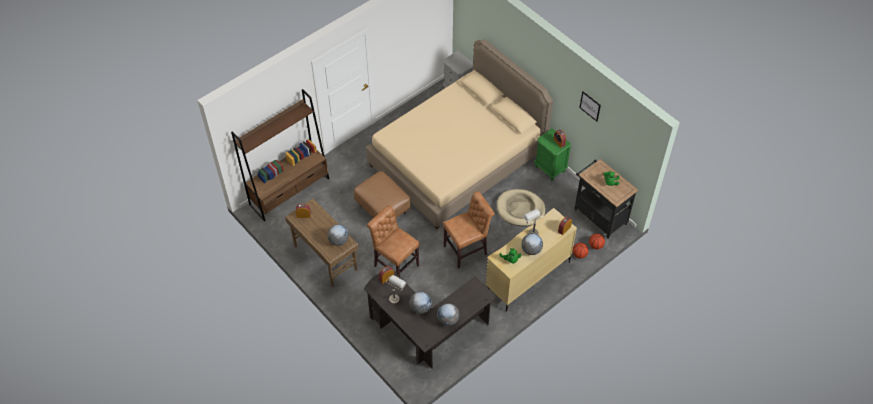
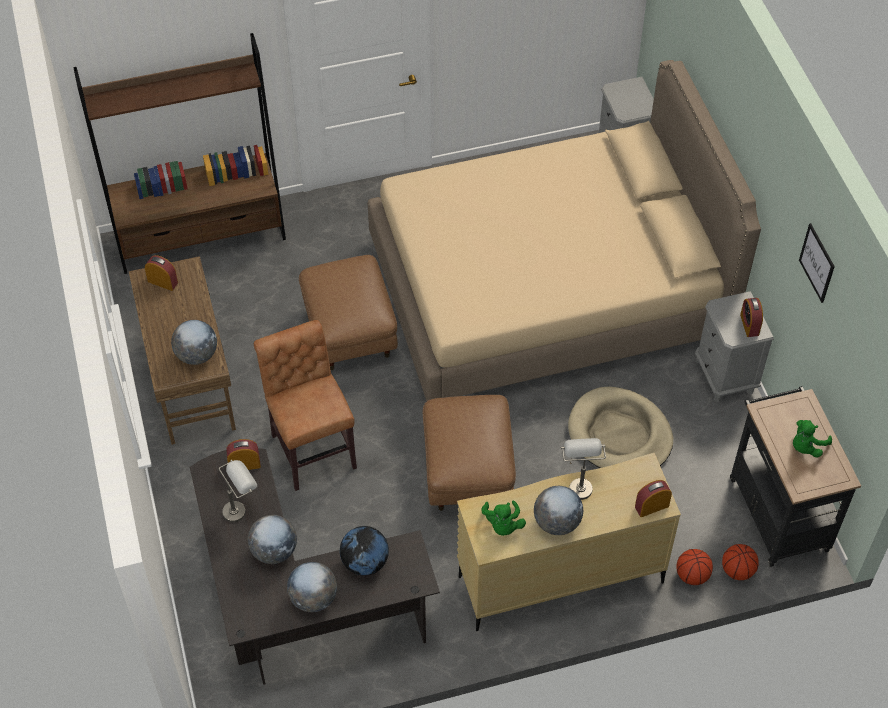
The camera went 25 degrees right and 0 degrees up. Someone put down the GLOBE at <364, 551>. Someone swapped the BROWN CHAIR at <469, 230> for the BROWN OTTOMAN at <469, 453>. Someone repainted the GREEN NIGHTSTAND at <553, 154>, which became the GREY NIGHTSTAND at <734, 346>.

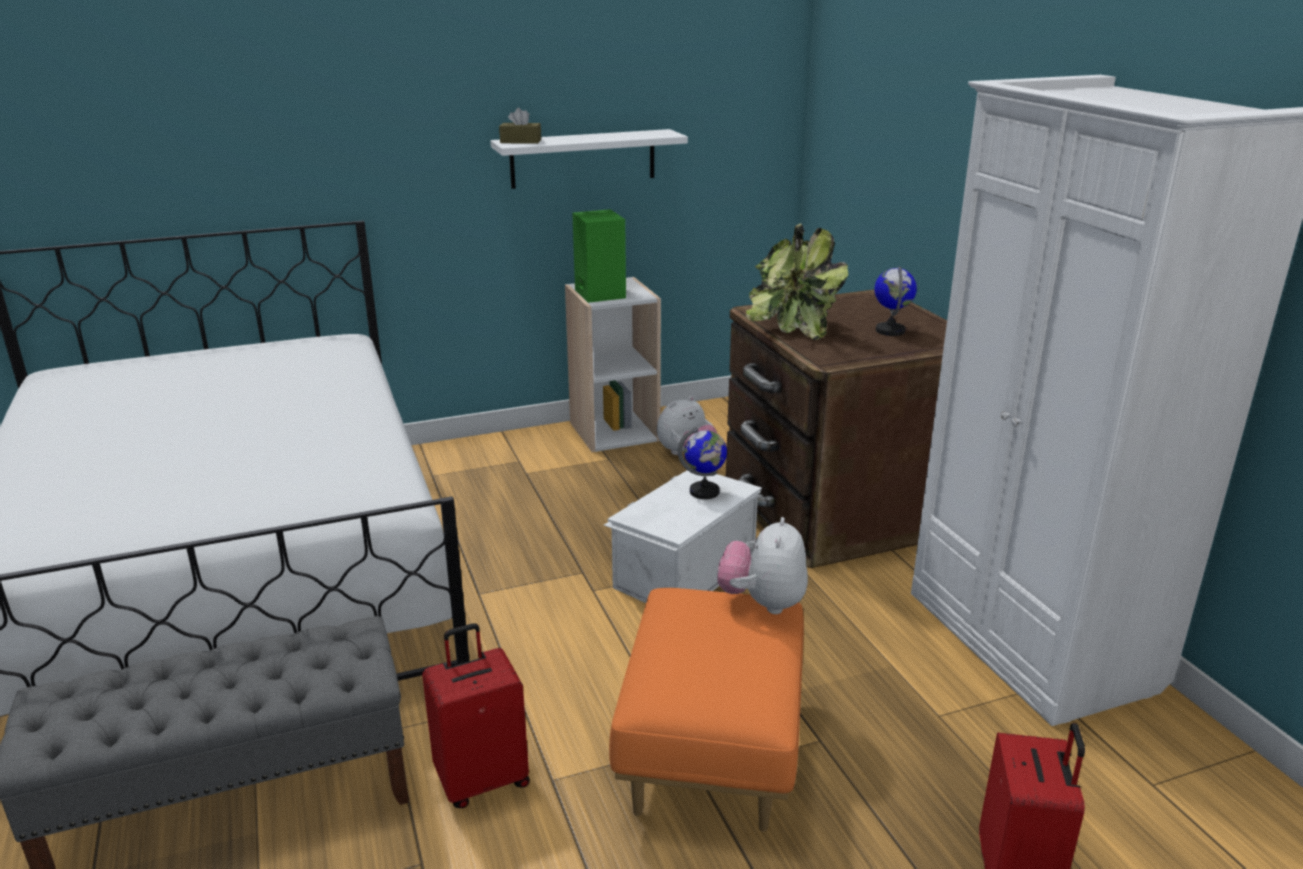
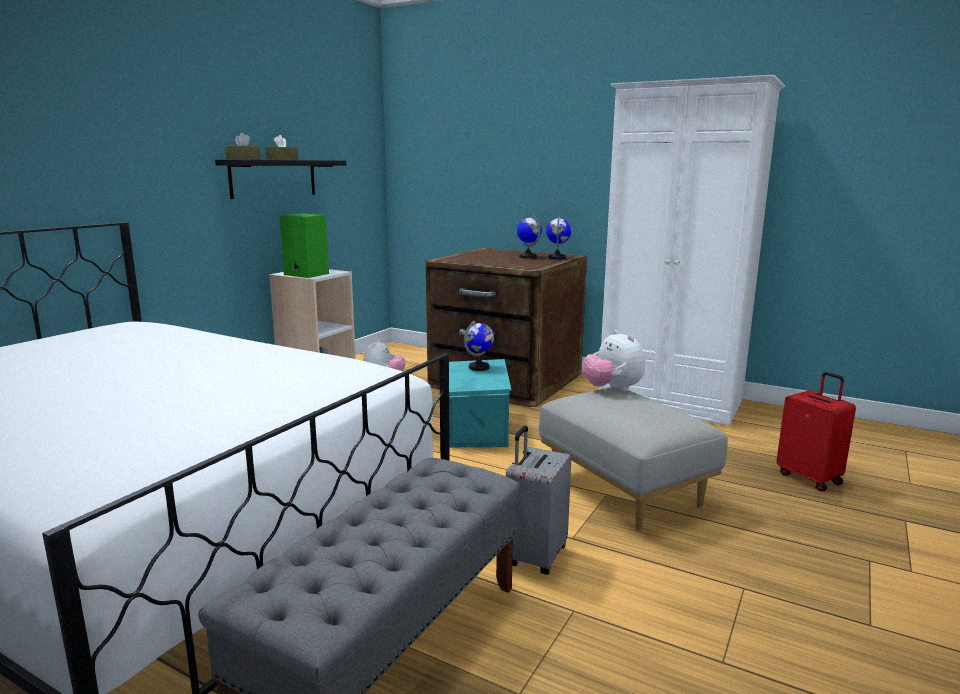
The camera went 40 degrees left and 10 degrees down. Someone repainted the WHITE SHELF at <589, 159>, which became the BLACK SHELF at <280, 179>. Someone put down the BROWN TISSUE BOX at <281, 147>. Someone repainted the WHITE STORAGE BOX at <683, 536>, which became the TURQUOISE STORAGE BOX at <480, 403>. Someone repainted the RED SUITCASE at <476, 715>, which became the GREY SUITCASE at <539, 500>. Someone repainted the ORANGE OTTOMAN at <706, 710>, which became the GREY OTTOMAN at <633, 459>. Someone put down the GLOBE at <558, 237>. Someone took away the POTTED PLANT at <797, 281>.

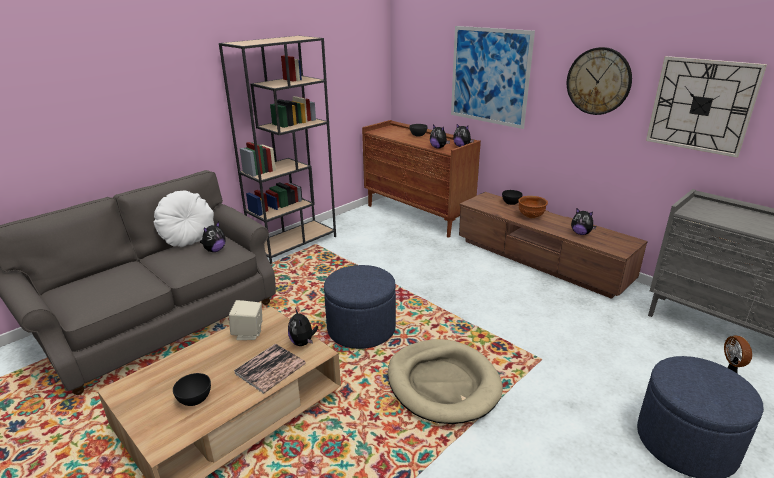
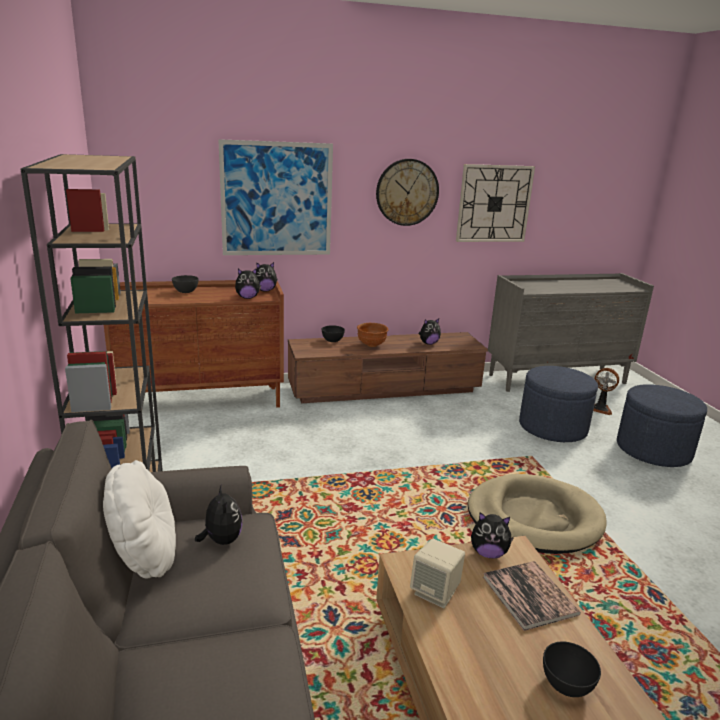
The camera went 60 degrees left and 5 degrees down. Someone carried the BLUE OTTOMAN from <360, 307> to <558, 404>.

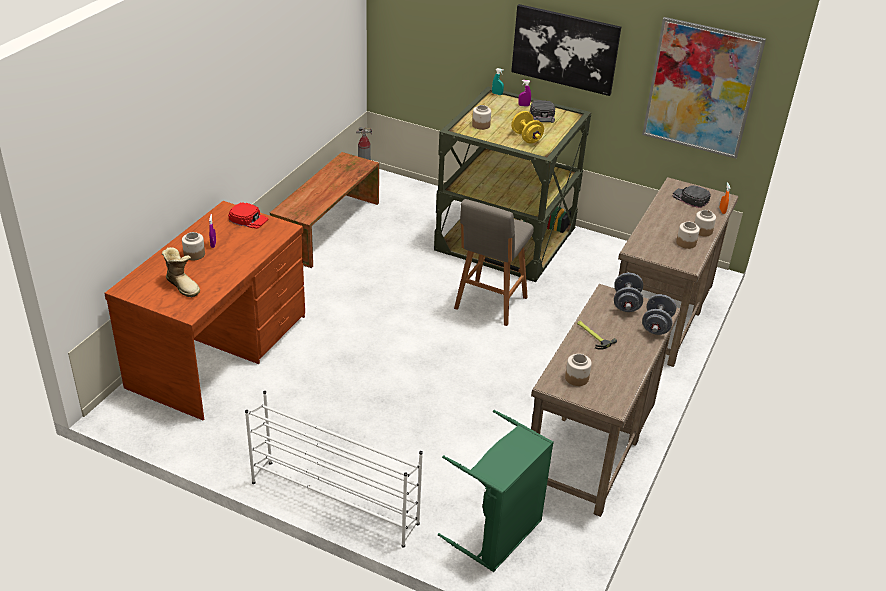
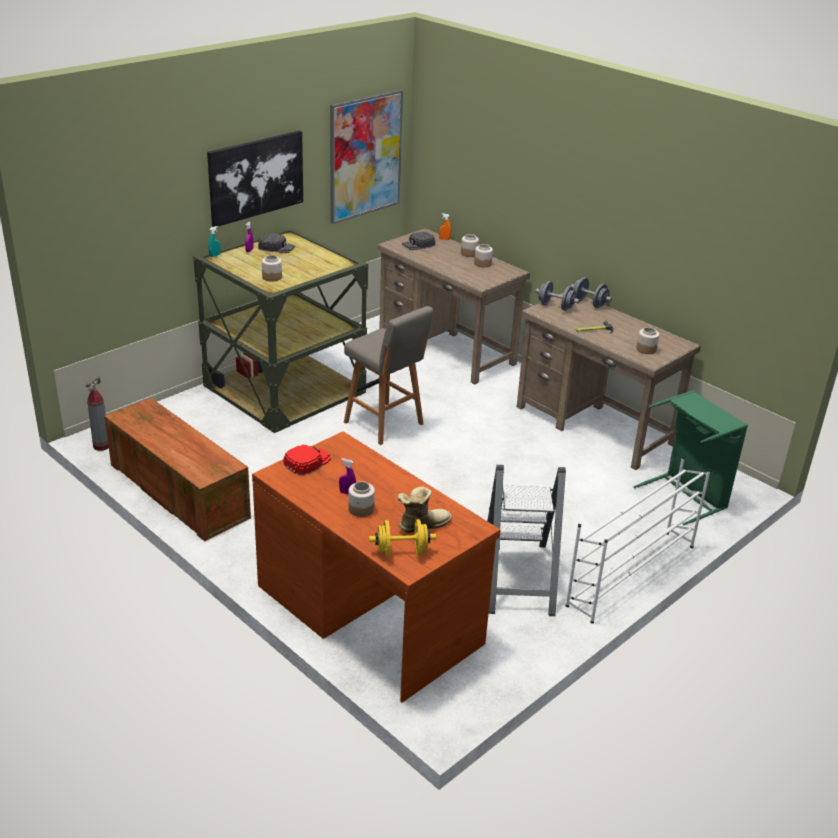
The camera went 70 degrees left and 5 degrees down. Someone carried the YELLOW DUMBBELL from <527, 127> to <402, 538>. Someone put down the GREY STEP LADDER at <526, 540>.

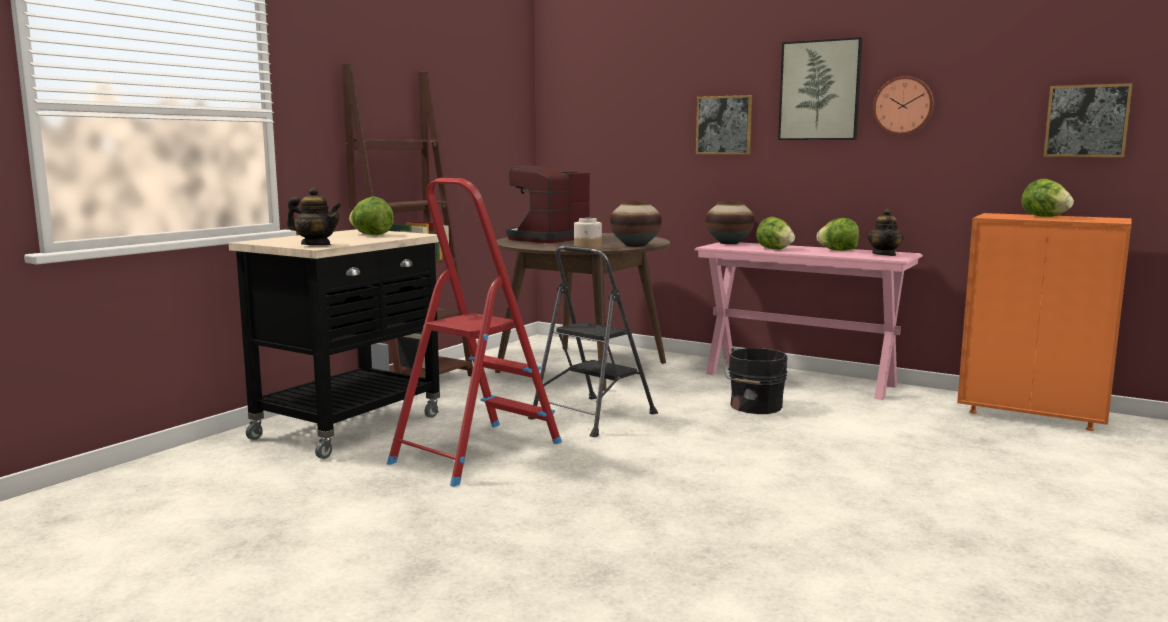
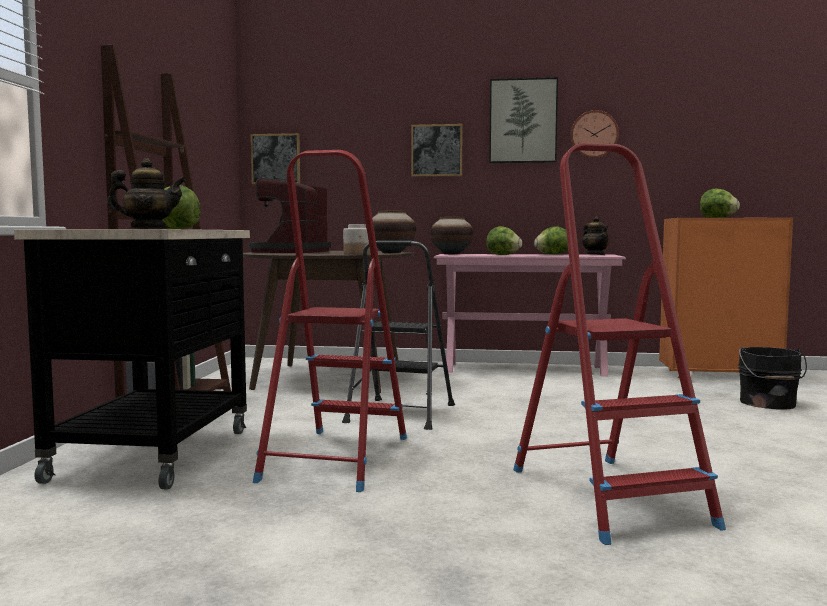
The camera went 25 degrees left and 5 degrees down. Someone carried the PICTURE from <1087, 120> to <275, 158>. Someone put down the RED STEP LADDER at <619, 344>. Someone carried the BLACK BUCKET from <756, 380> to <772, 378>.

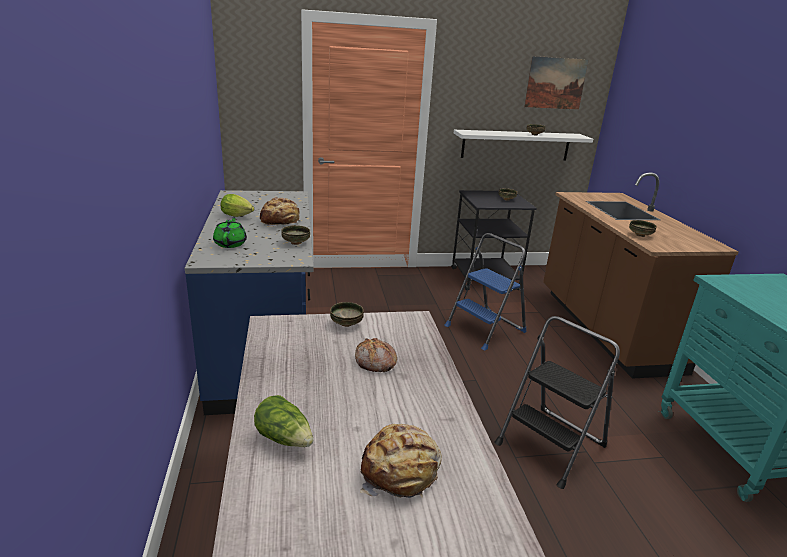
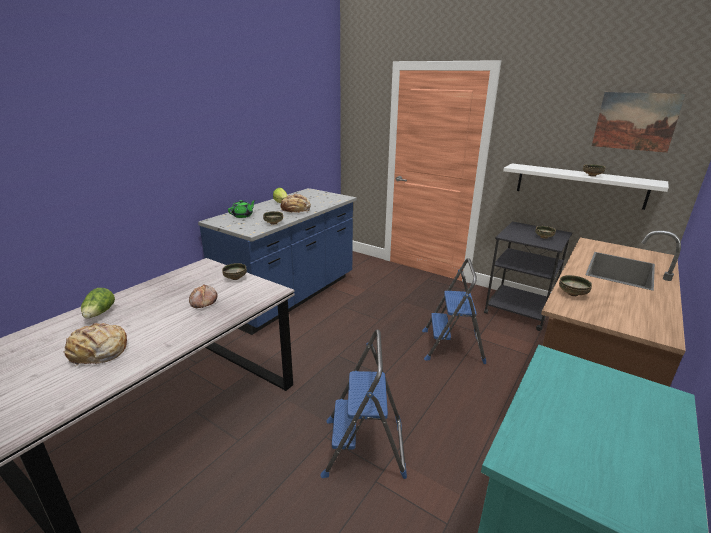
The camera went 45 degrees right and 0 degrees up. Someone repainted the BLACK STEP LADDER at <557, 402>, which became the BLUE STEP LADDER at <364, 404>.

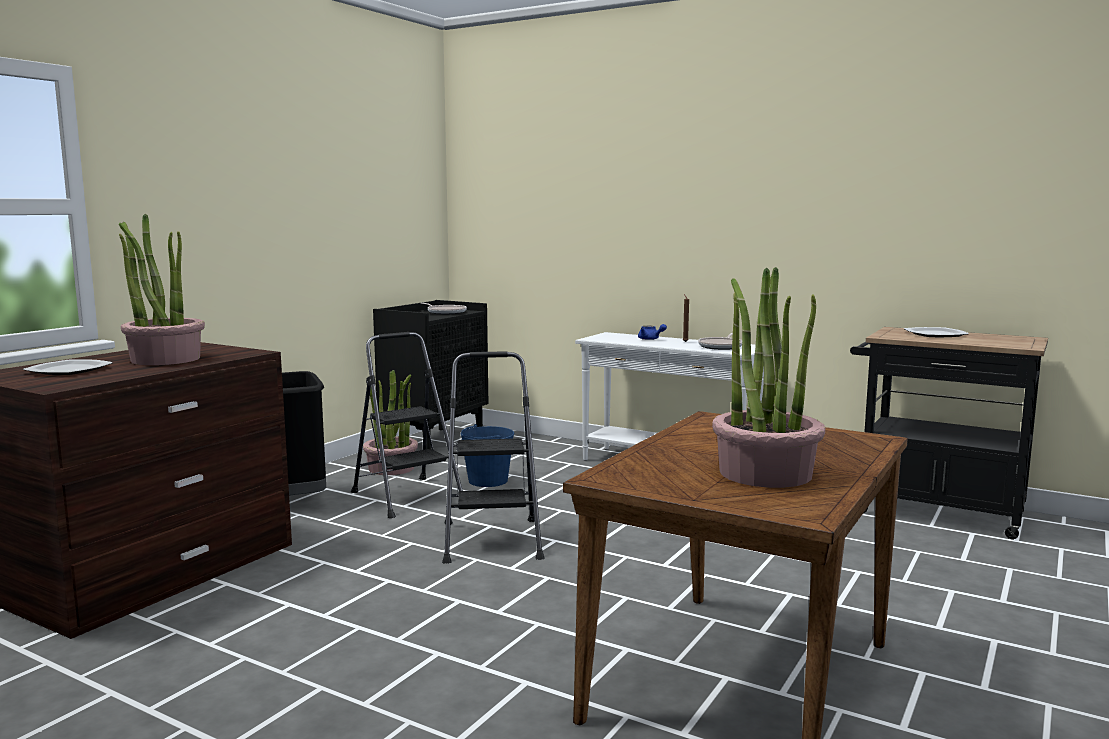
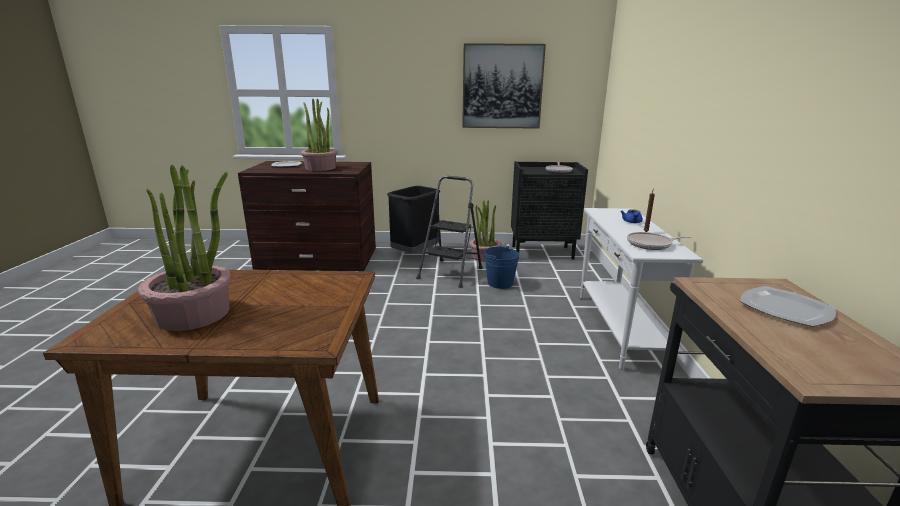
The camera went 60 degrees right and 10 degrees up. Someone put up the PICTURE at <504, 86>. Someone took away the BLACK STEP LADDER at <493, 457>.

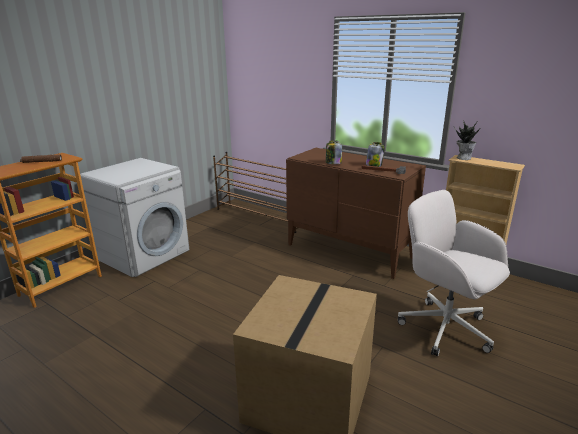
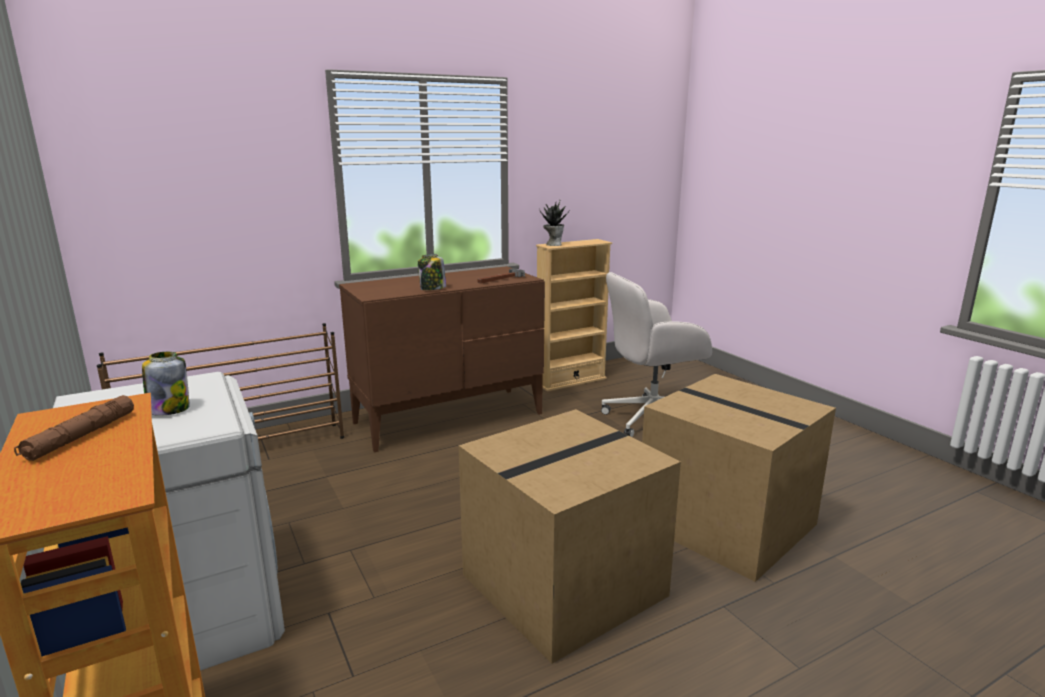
The camera went 65 degrees left and 5 degrees down. Someone carried the JAR from <375, 154> to <166, 384>. Someone put down the CARDBOARD BOX at <570, 536>.

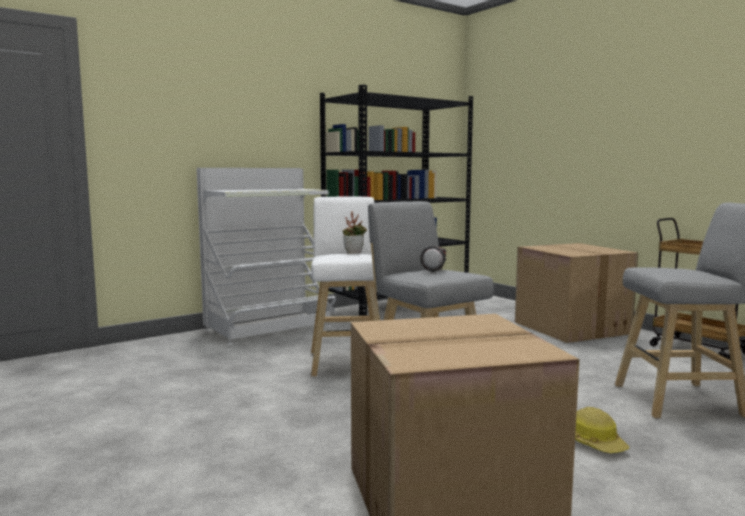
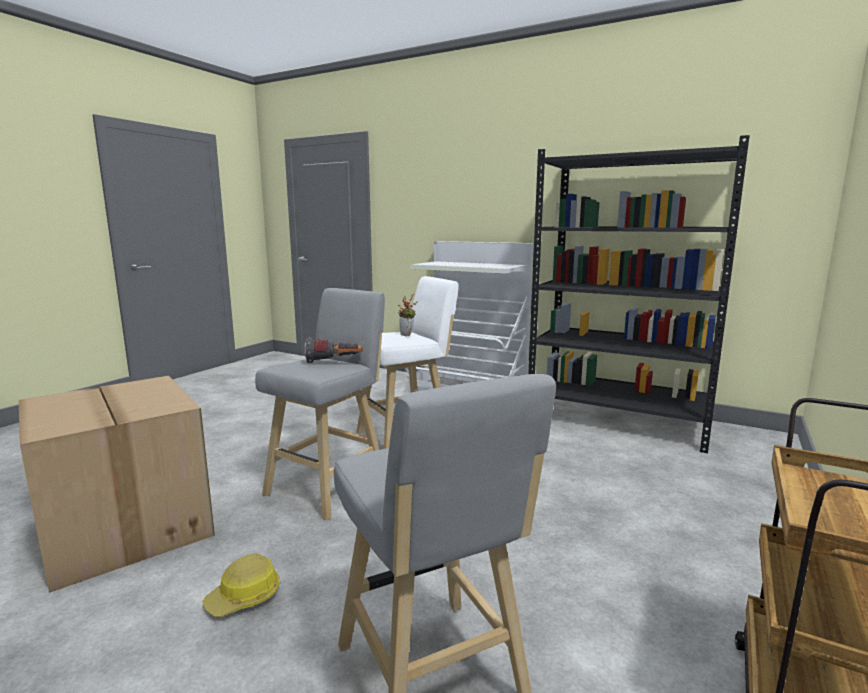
The camera went 65 degrees right and 5 degrees up. Someone took away the CARDBOARD BOX at <576, 293>.

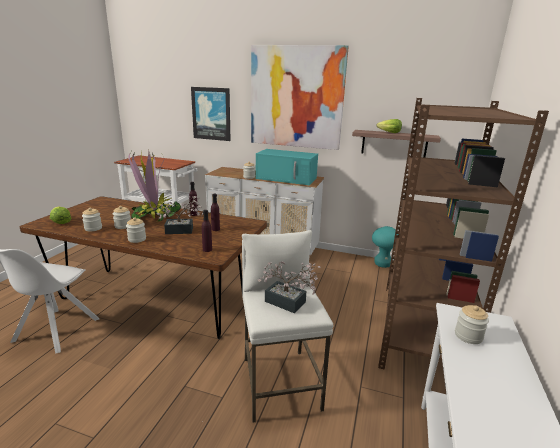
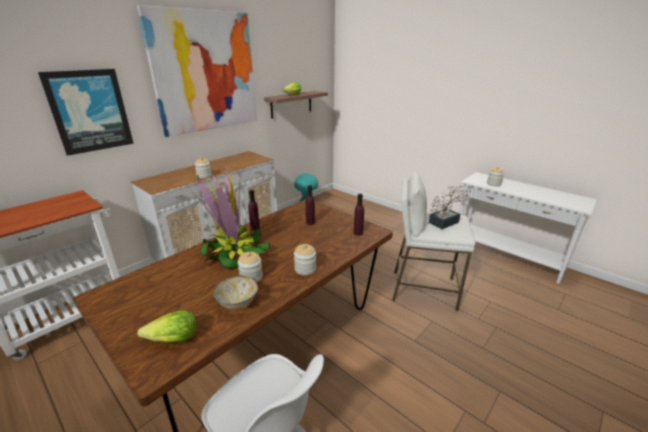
The camera went 65 degrees left and 5 degrees up. Someone swapped the JAR at <92, 219> for the BOWL at <235, 293>. Someone took away the POTTED PLANT at <180, 215>. Someone took away the TURQUOISE MICROWAVE at <287, 167>. Someone took away the BROWN BOOKCASE at <463, 234>.

